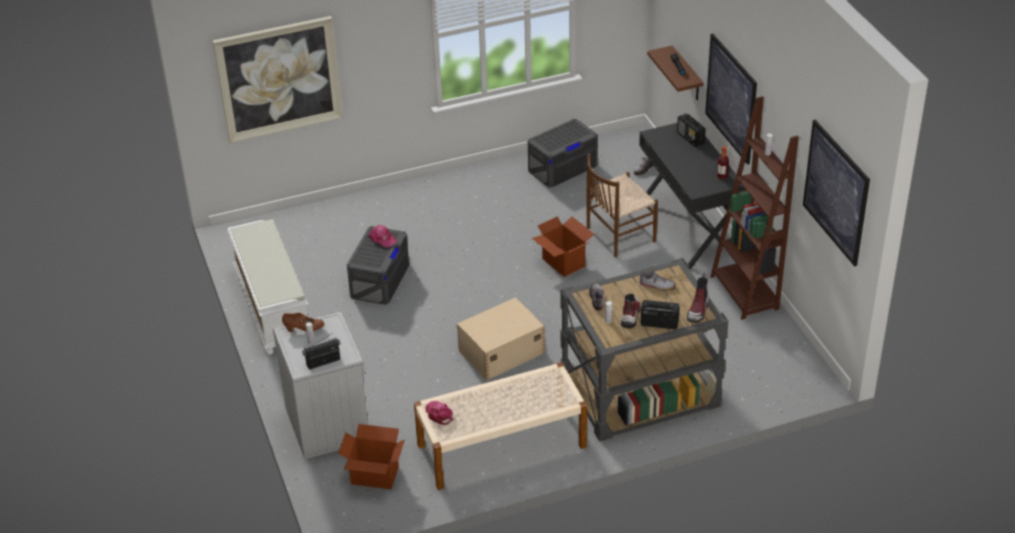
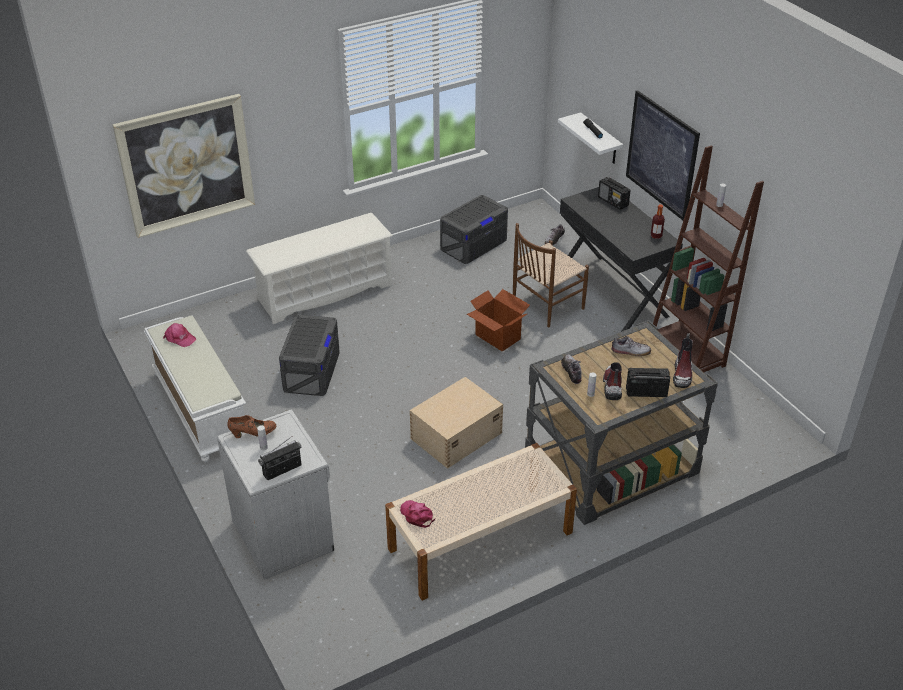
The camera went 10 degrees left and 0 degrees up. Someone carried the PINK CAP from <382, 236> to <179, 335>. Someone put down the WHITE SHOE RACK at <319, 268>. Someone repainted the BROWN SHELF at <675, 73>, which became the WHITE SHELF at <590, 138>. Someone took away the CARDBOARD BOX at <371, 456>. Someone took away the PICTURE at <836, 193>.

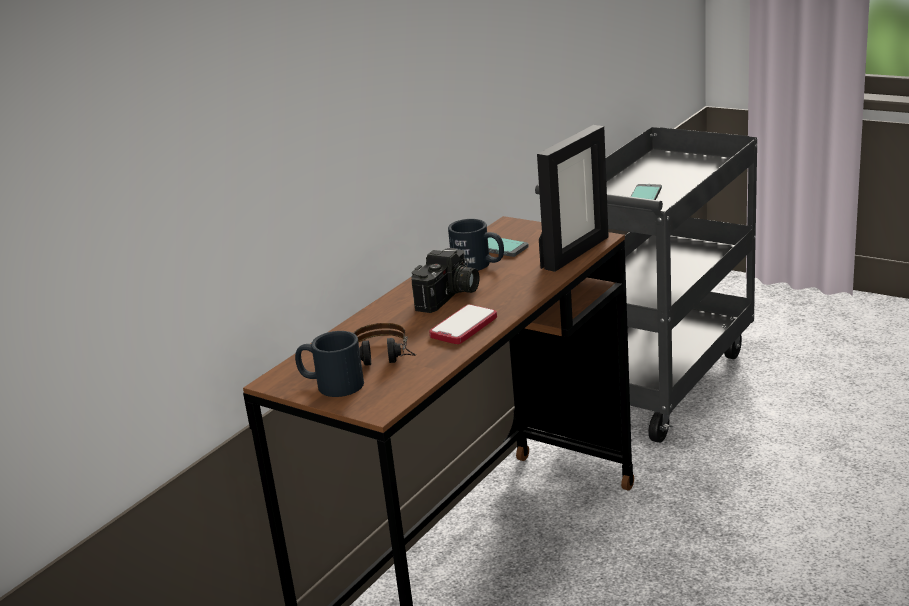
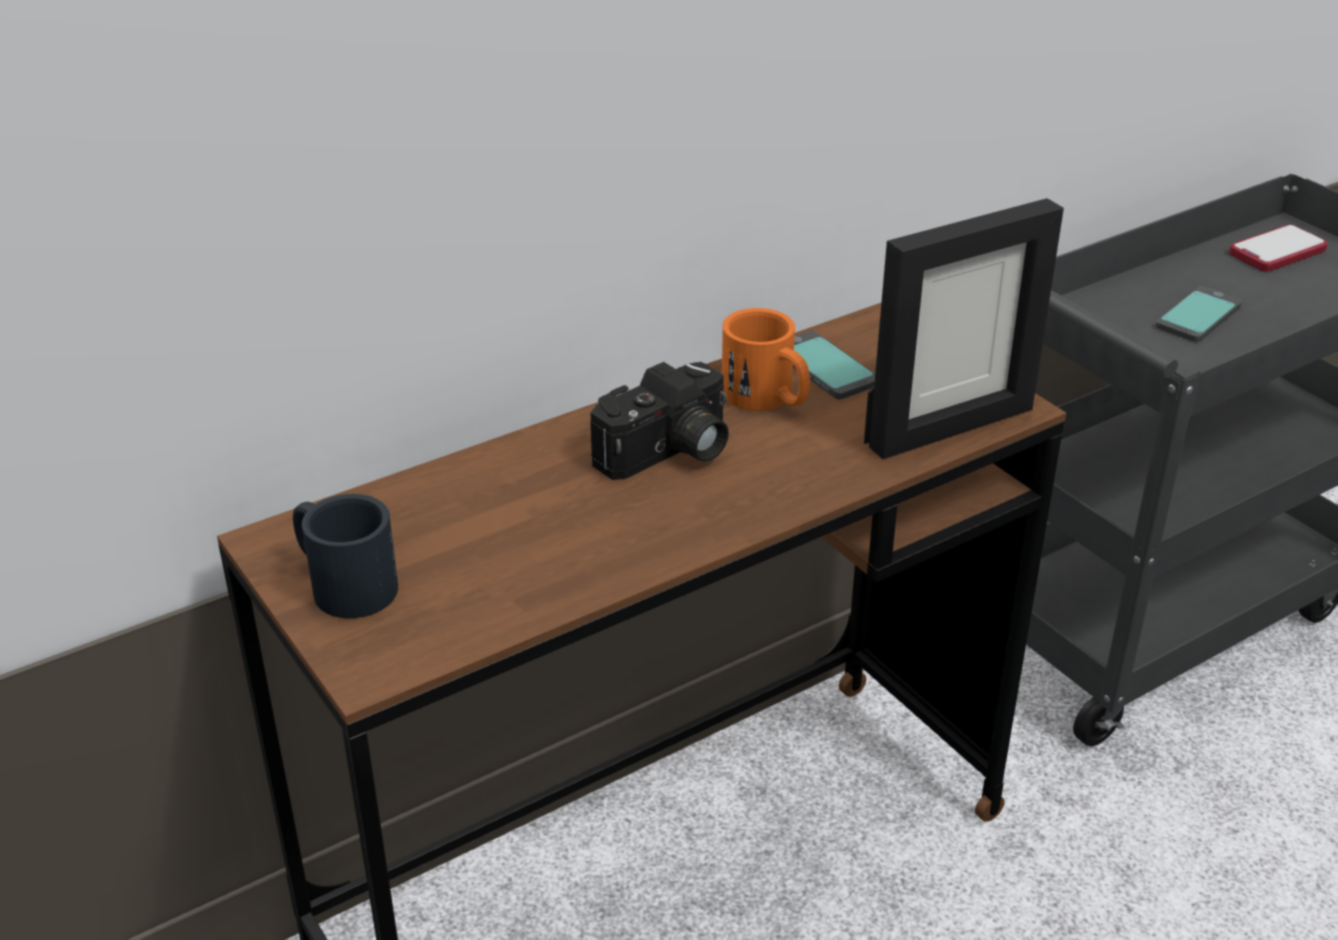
The camera went 20 degrees right and 10 degrees up. Someone repainted the BLACK MUG at <476, 245>, which became the ORANGE MUG at <766, 359>. Someone carried the PHONE from <463, 324> to <1278, 248>. Someone took away the HEADPHONES at <384, 344>.

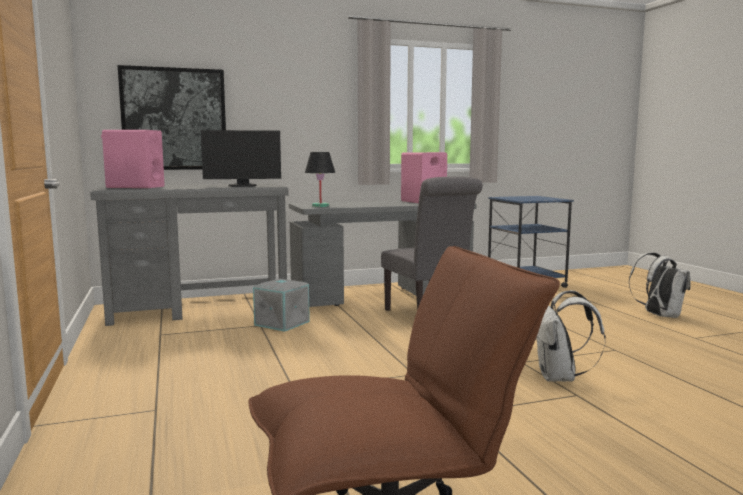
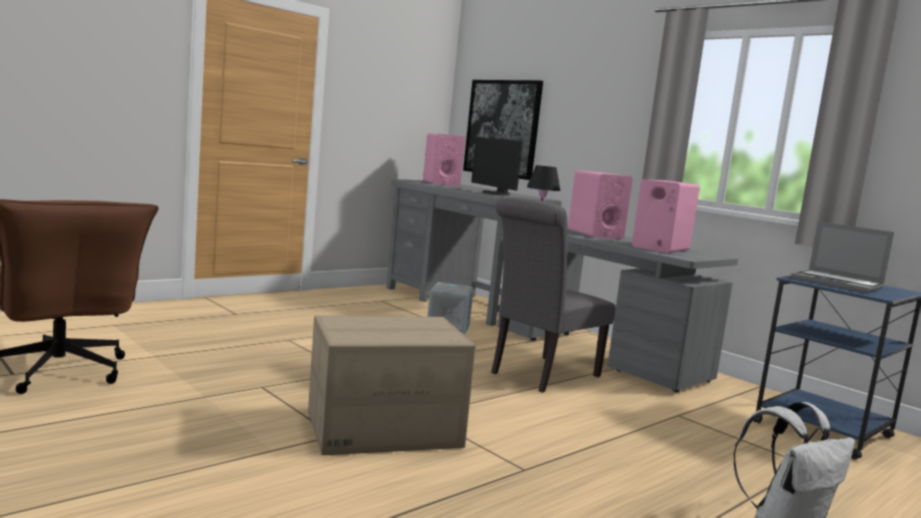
The camera went 65 degrees right and 0 degrees up. Someone swapped the WHITE BACKPACK at <571, 335> for the CARDBOARD BOX at <392, 385>. Someone put down the PINK SPEAKER at <600, 204>. Someone put down the LAPTOP at <842, 257>.

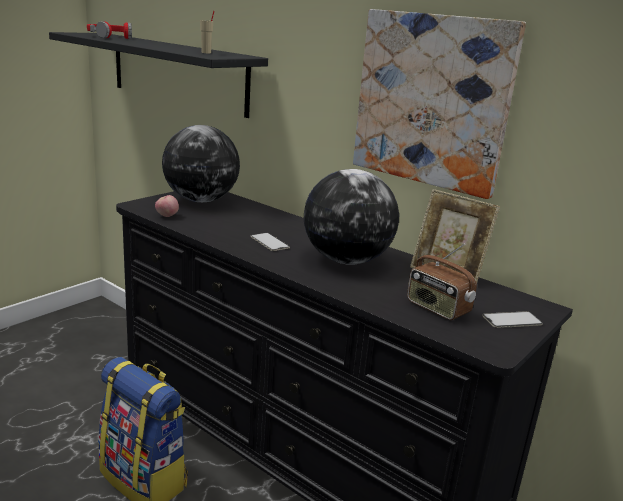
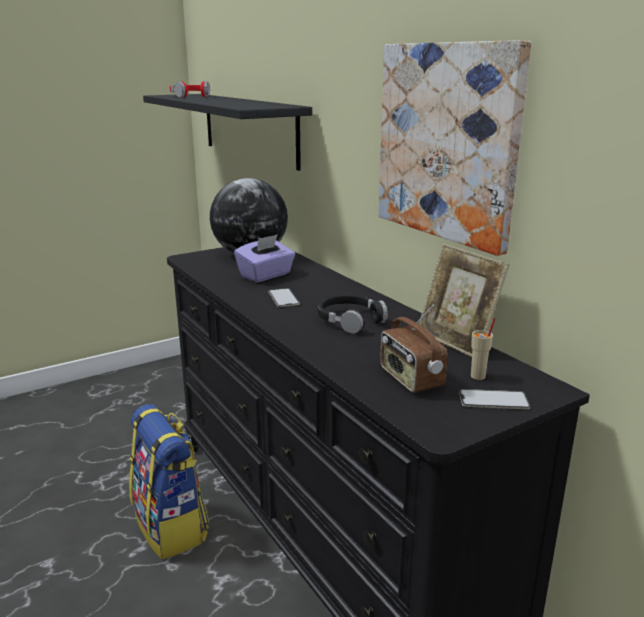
The camera went 20 degrees right and 0 degrees up. Someone put down the PURPLE TISSUE BOX at <264, 258>. Someone swapped the GLOBE at <351, 217> for the BLACK HEADPHONES at <352, 314>. Someone carried the BEIGE CUP from <207, 32> to <483, 349>. Someone took away the APPLE at <167, 206>.

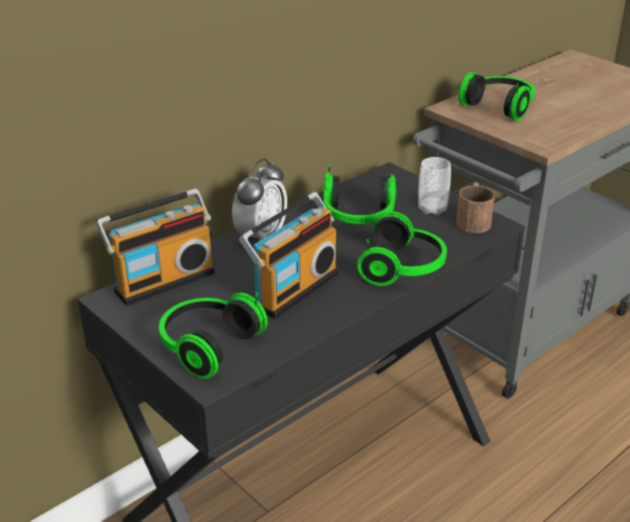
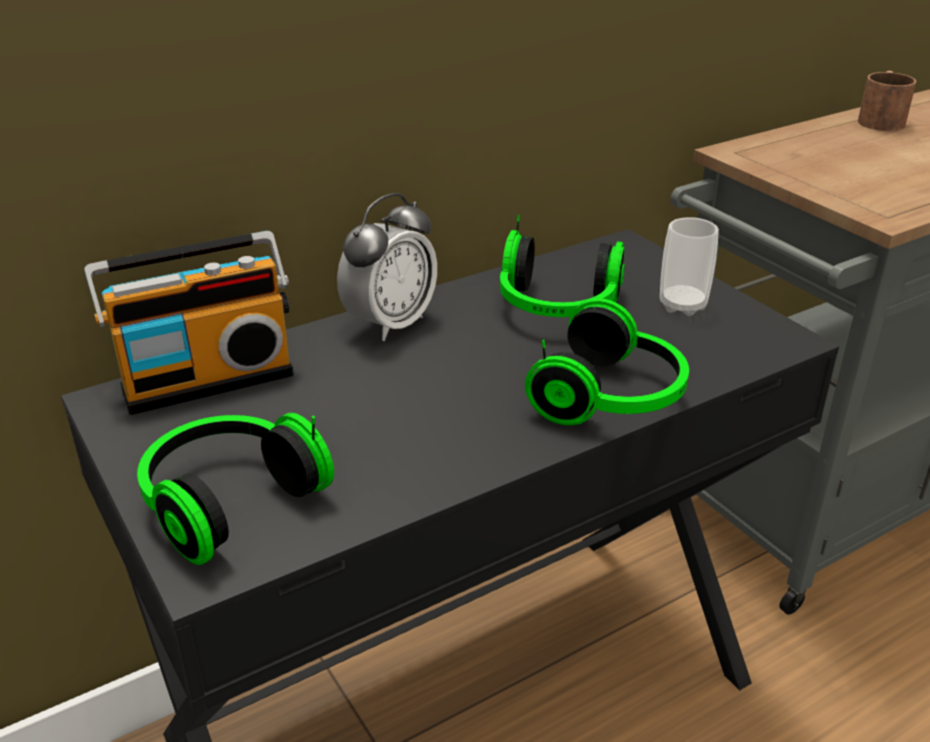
The camera went 10 degrees right and 0 degrees up. Someone carried the BROWN MUG from <475, 208> to <887, 101>. Someone took away the RADIO at <288, 255>. Someone took away the HEADPHONES at <497, 96>.

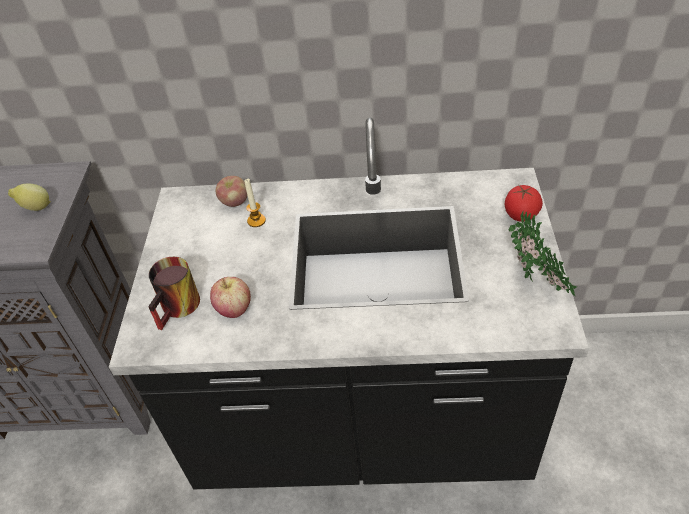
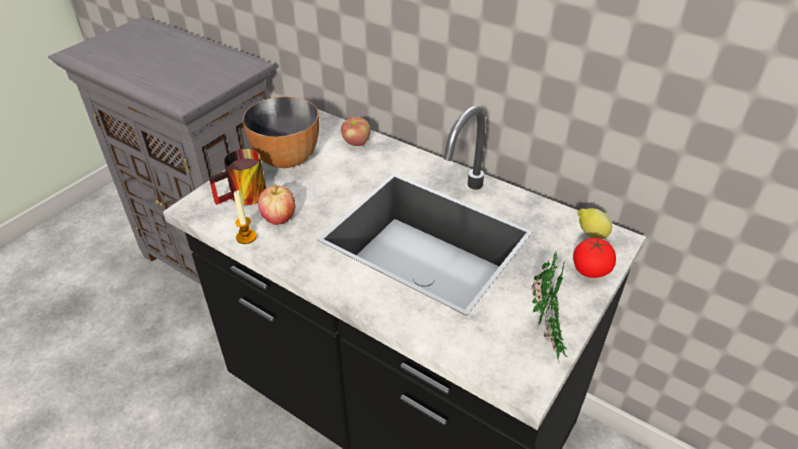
The camera went 30 degrees right and 5 degrees down. Someone carried the CANDLE from <255, 203> to <245, 217>. Someone put down the BOWL at <281, 132>. Someone carried the LEMON from <29, 197> to <595, 223>.

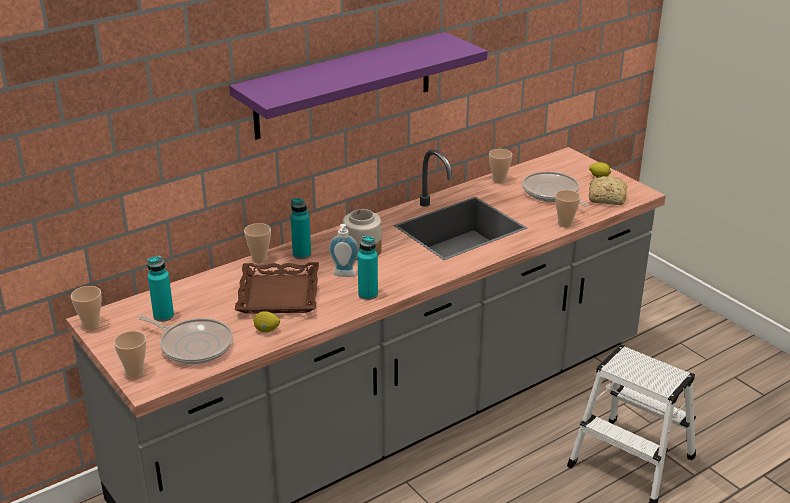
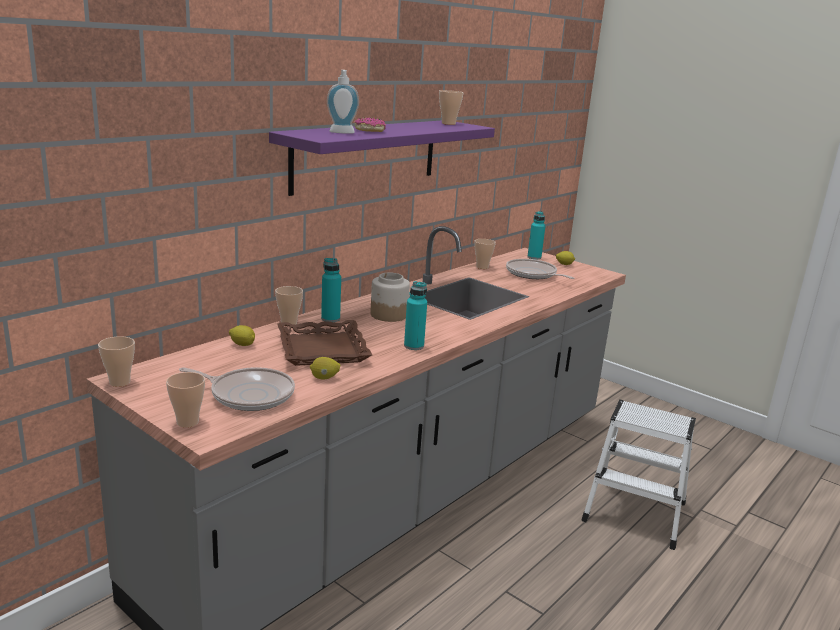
The camera went 15 degrees left and 10 degrees down. Someone put down the LEMON at <242, 335>. Someone carried the SOAP DISPENSER from <344, 250> to <343, 102>. Someone put down the DONUT at <370, 125>. Someone carried the CUP from <568, 208> to <451, 107>. Someone carried the TURQUOISE BOTTLE from <160, 288> to <536, 235>. Someone took away the BREAD at <608, 190>.

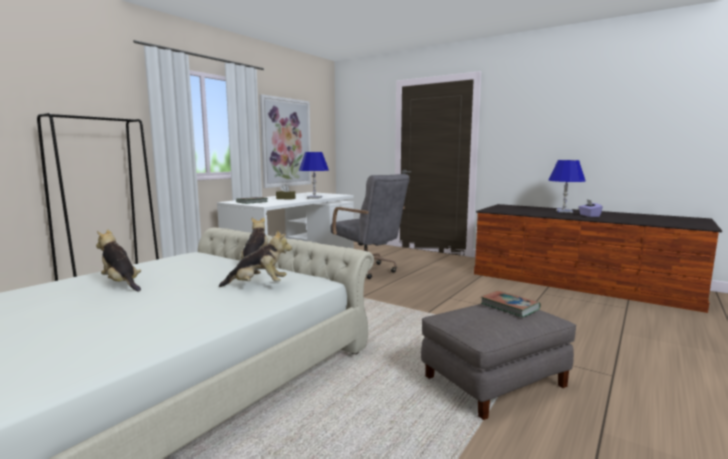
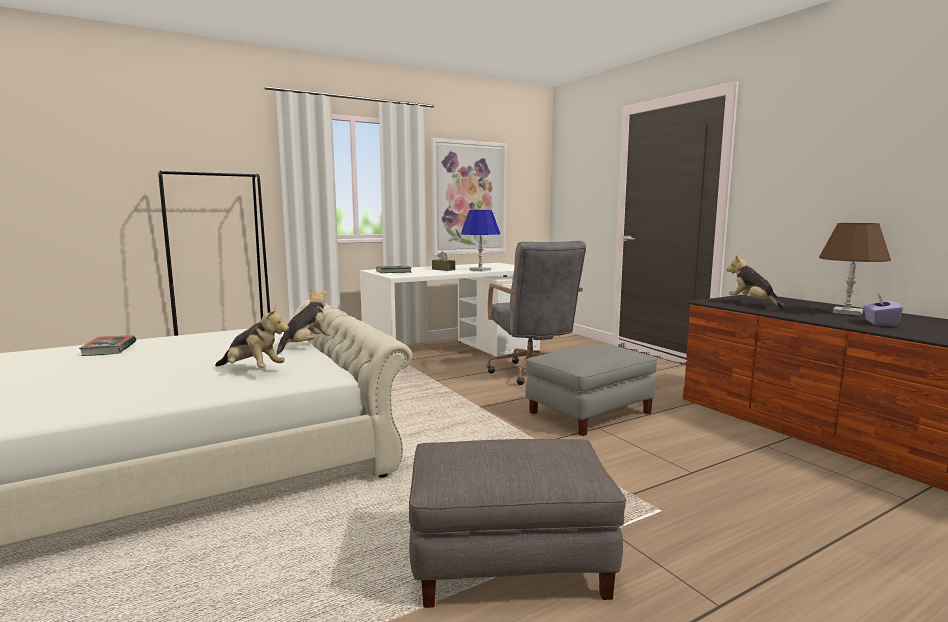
The camera went 25 degrees right and 0 degrees up. Someone carried the BOOK from <510, 304> to <107, 345>. Someone put down the GREY OTTOMAN at <591, 390>. Someone carried the PLUSH TOY from <118, 260> to <756, 282>. Someone repainted the BLUE TABLE LAMP at <566, 186>, which became the BROWN TABLE LAMP at <855, 269>.

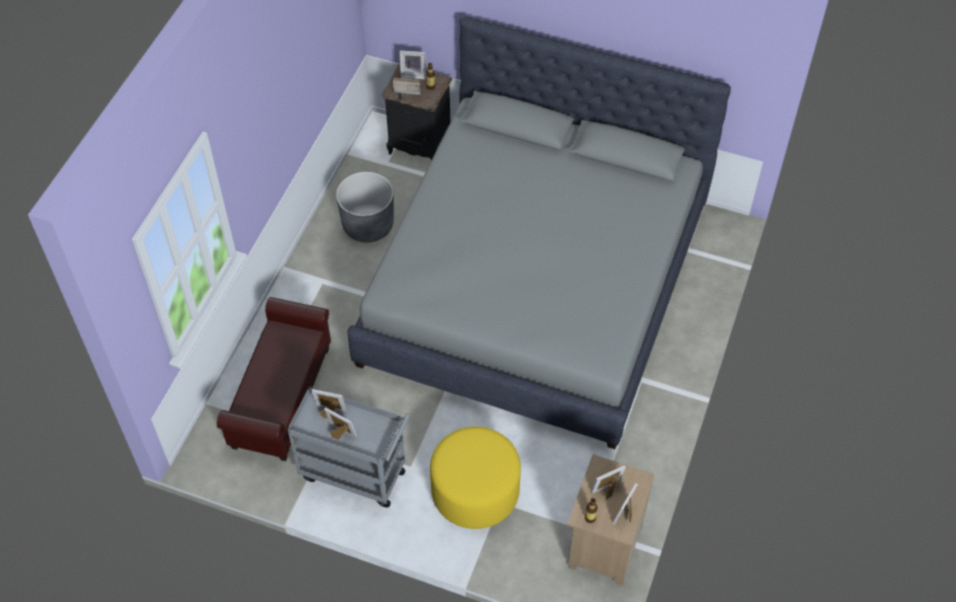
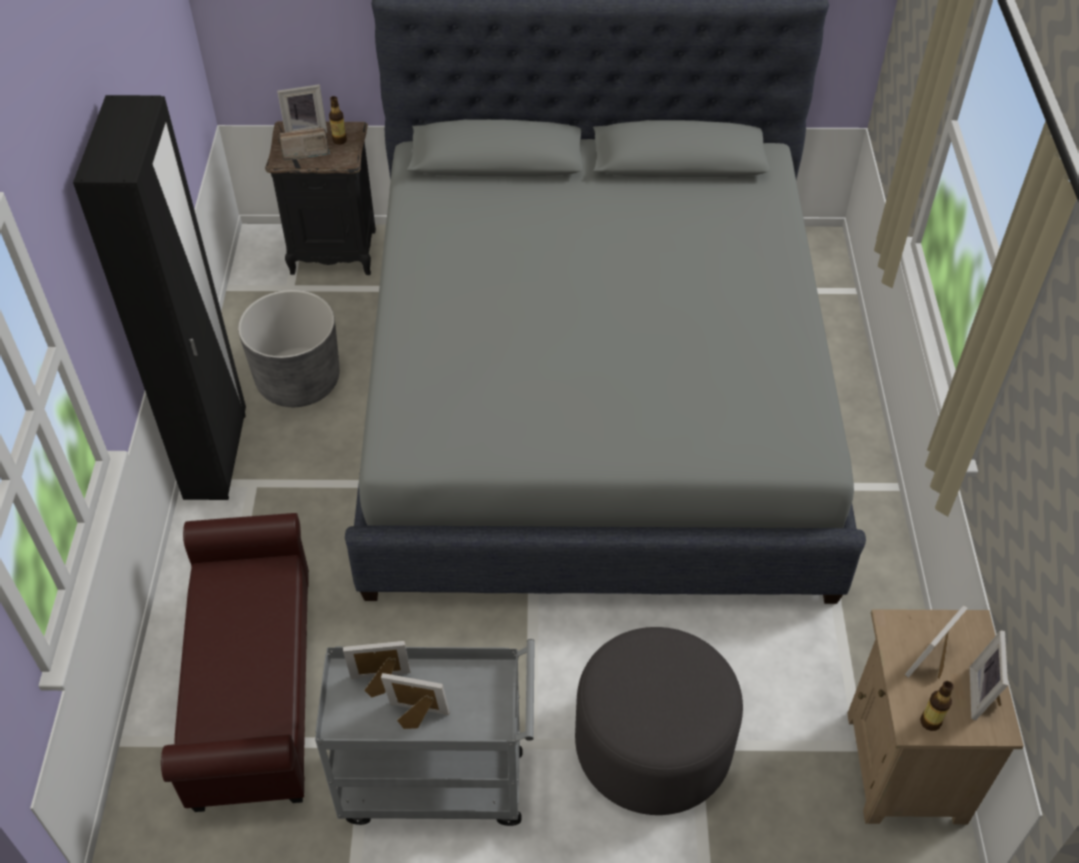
The camera went 20 degrees left and 5 degrees down. Someone put down the BLACK WARDROBE at <159, 297>. Someone repainted the YELLOW OTTOMAN at <475, 477>, which became the GREY OTTOMAN at <659, 721>.

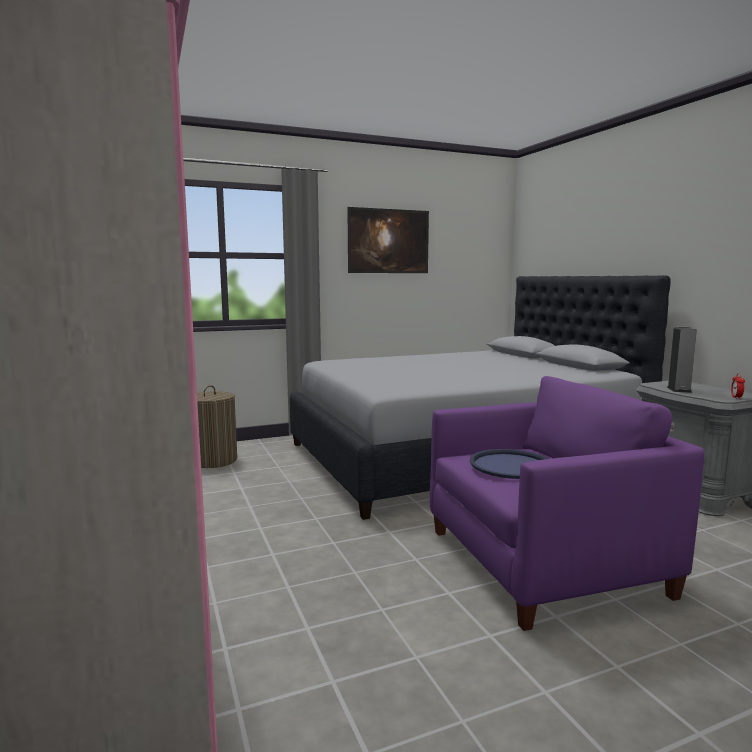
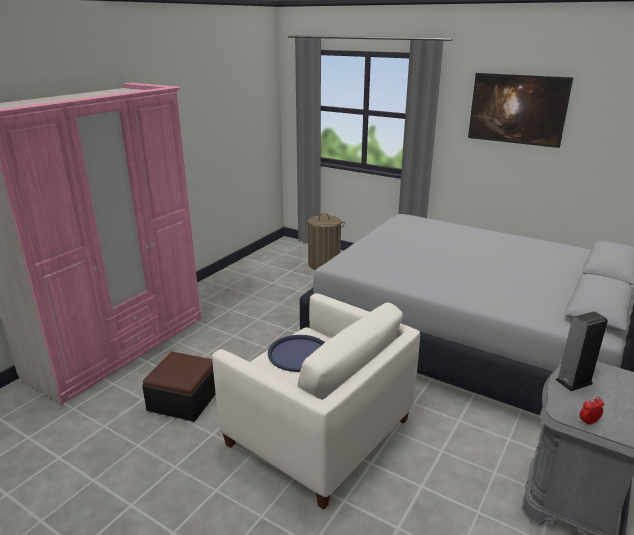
The camera went 55 degrees right and 15 degrees up. Someone put down the OTTOMAN at <179, 387>. Someone repainted the PURPLE ARMCHAIR at <567, 503>, which became the WHITE ARMCHAIR at <316, 401>.

